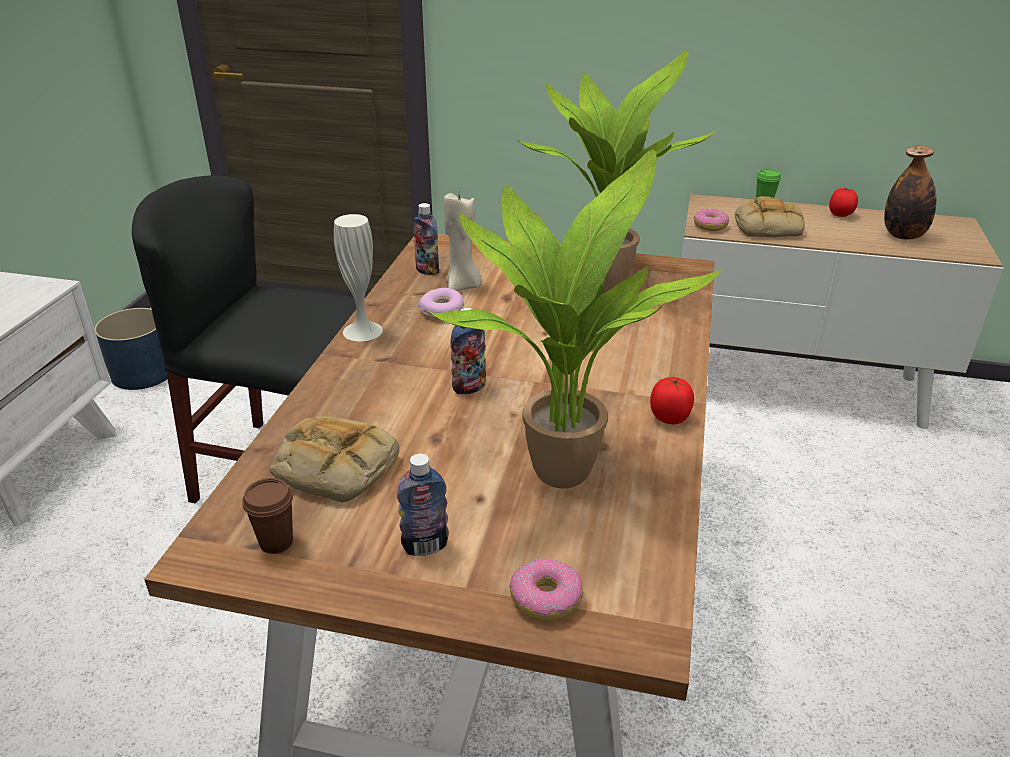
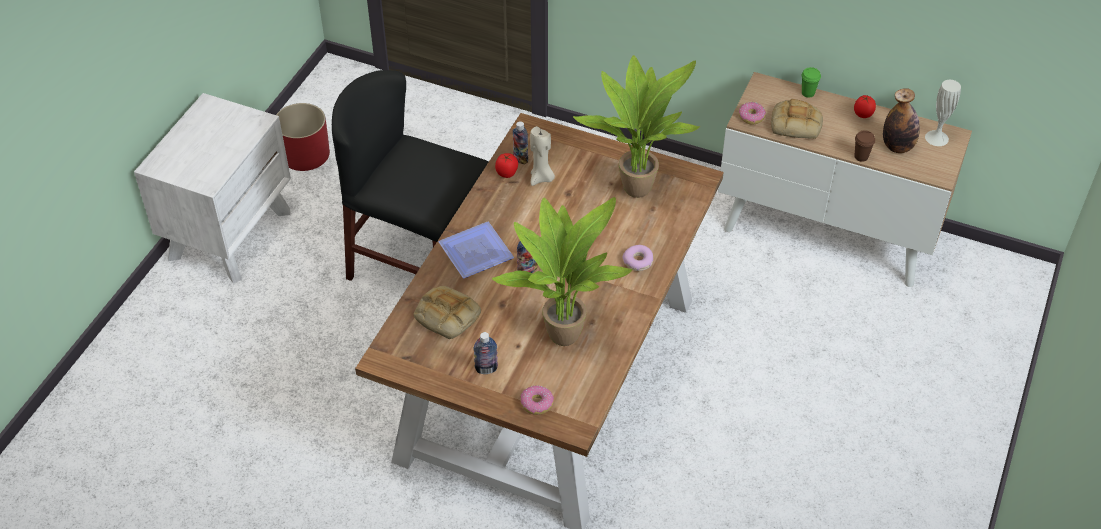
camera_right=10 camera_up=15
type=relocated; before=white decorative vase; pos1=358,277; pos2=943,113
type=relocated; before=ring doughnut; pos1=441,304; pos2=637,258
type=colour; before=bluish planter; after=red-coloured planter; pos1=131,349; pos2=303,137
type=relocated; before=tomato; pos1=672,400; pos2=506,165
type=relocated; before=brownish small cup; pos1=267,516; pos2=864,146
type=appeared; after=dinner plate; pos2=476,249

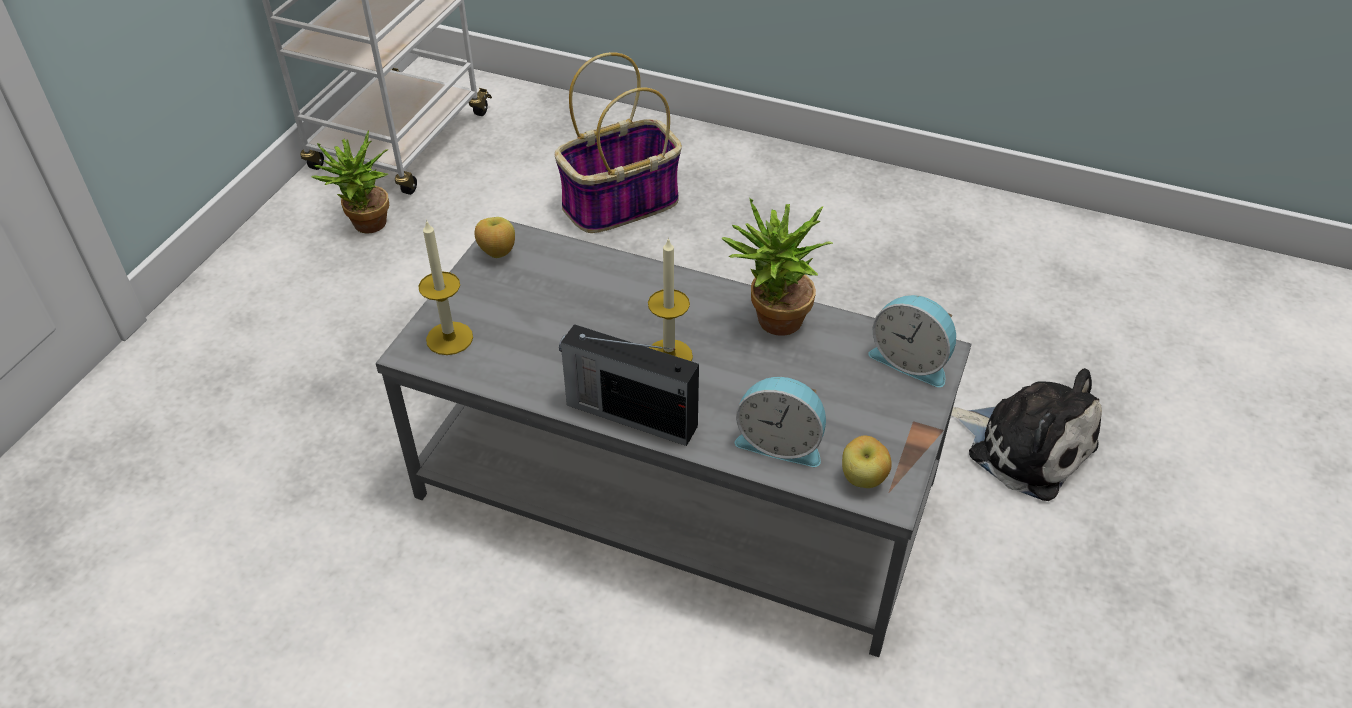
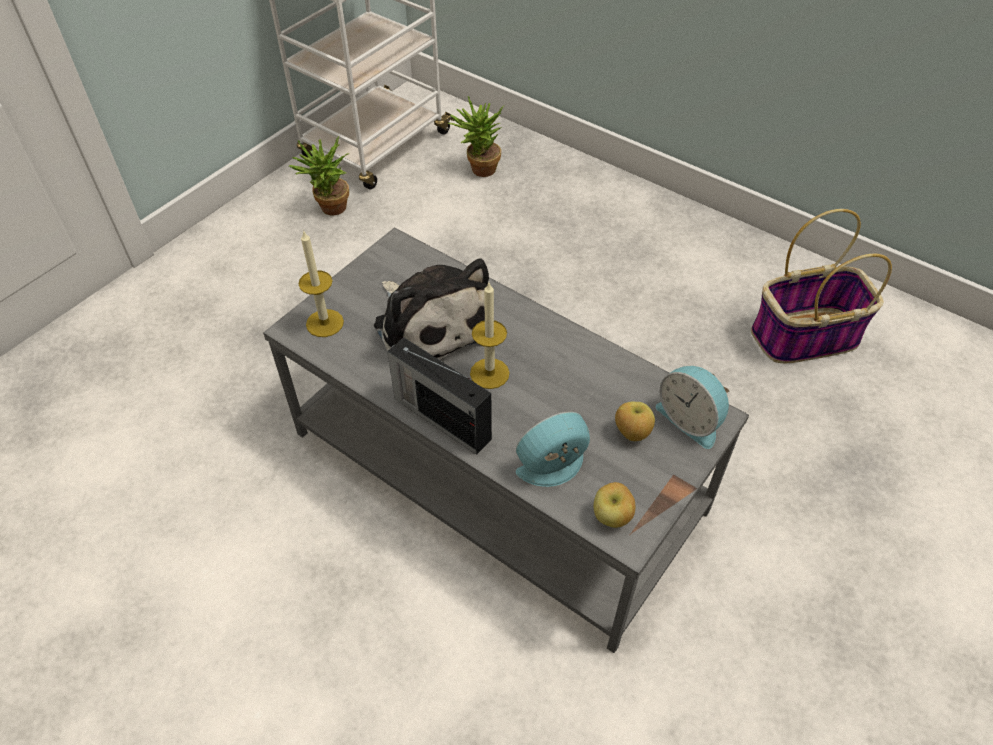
camera_right=15 camera_up=5
type=relocated; before=storage basket; pos1=618,142; pos2=821,286
type=relocated; before=plant in a pot; pos1=777,267; pos2=476,136
type=relocated; before=whole apple; pos1=495,237; pos2=635,421
type=relocated; before=cuddly toy; pos1=1026,434; pos2=431,309
type=spun; before=alarm clock; pos1=780,422; pos2=553,449; turn=120

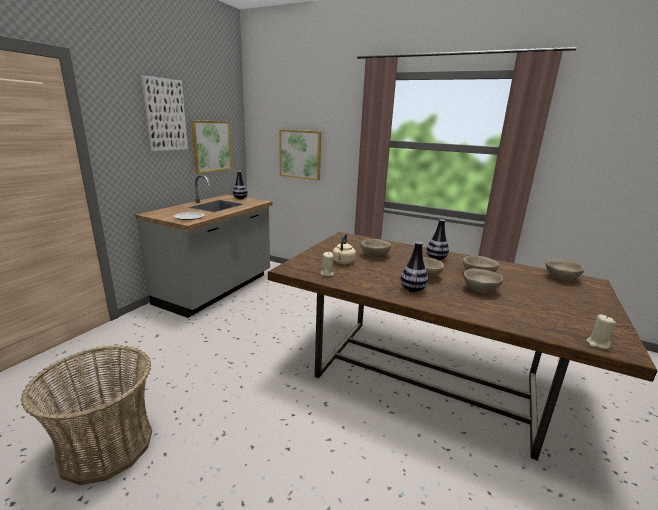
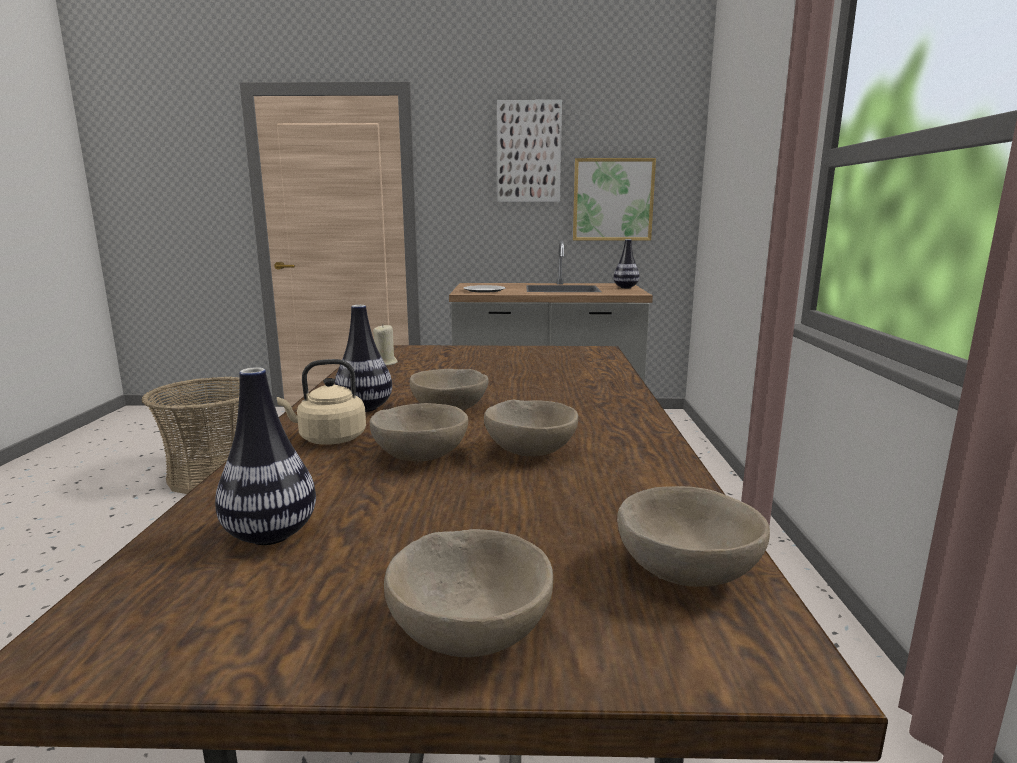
camera_right=65 camera_up=-5
type=missing; before=picture; pos1=300,154
type=relocated; before=decorative vase; pos1=437,239; pos2=265,456
type=relocated; before=beige-coloured tea kettle; pos1=344,249; pos2=321,402
type=relocated; before=beige-coloured serving bowl; pos1=376,248; pos2=468,593
type=missing; before=beige-coloured wax light; pos1=601,331

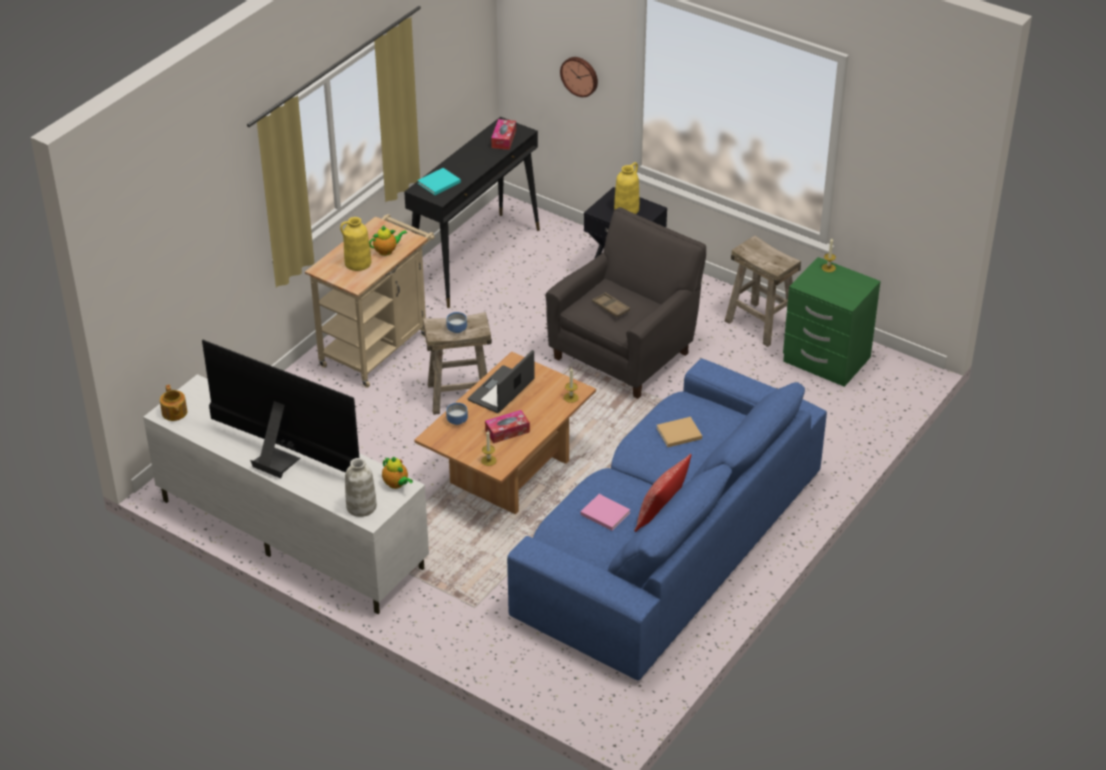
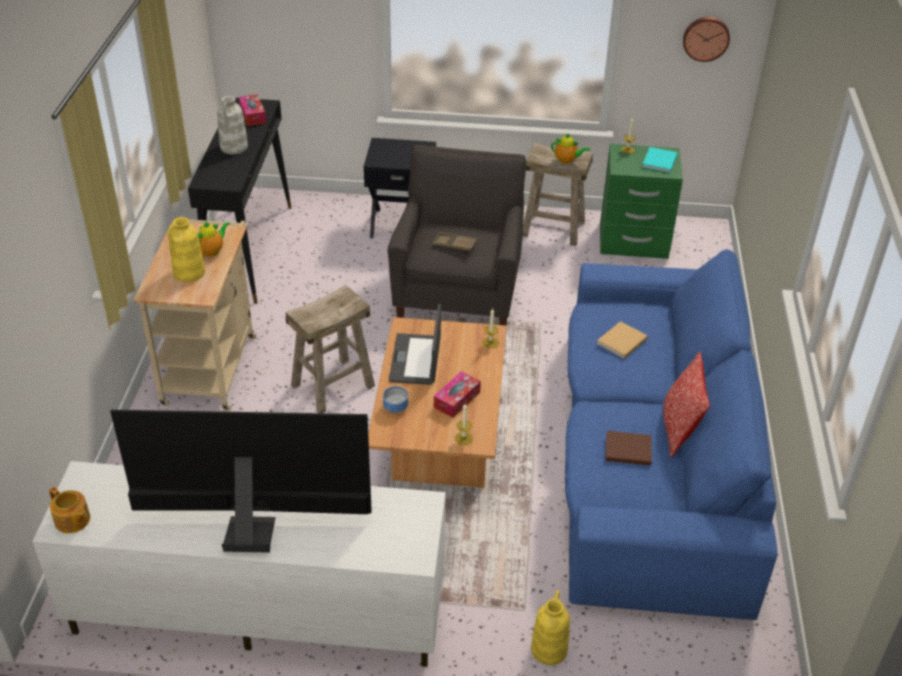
camera_right=-30 camera_up=0
type=relocated; before=clock on the wall; pos1=579,77; pos2=706,39
type=relocated; before=yellowish decorative vase; pos1=626,188; pos2=550,627
type=relocated; before=turquoise book; pos1=439,181; pos2=659,160
type=missing; before=serving bowl; pos1=456,322
type=relocated; before=pot for tea; pos1=397,473; pos2=570,148
type=relocated; before=white decorative vase; pos1=361,487; pos2=232,125
type=colour; before=pink book; after=brownish book; pos1=606,512; pos2=628,448

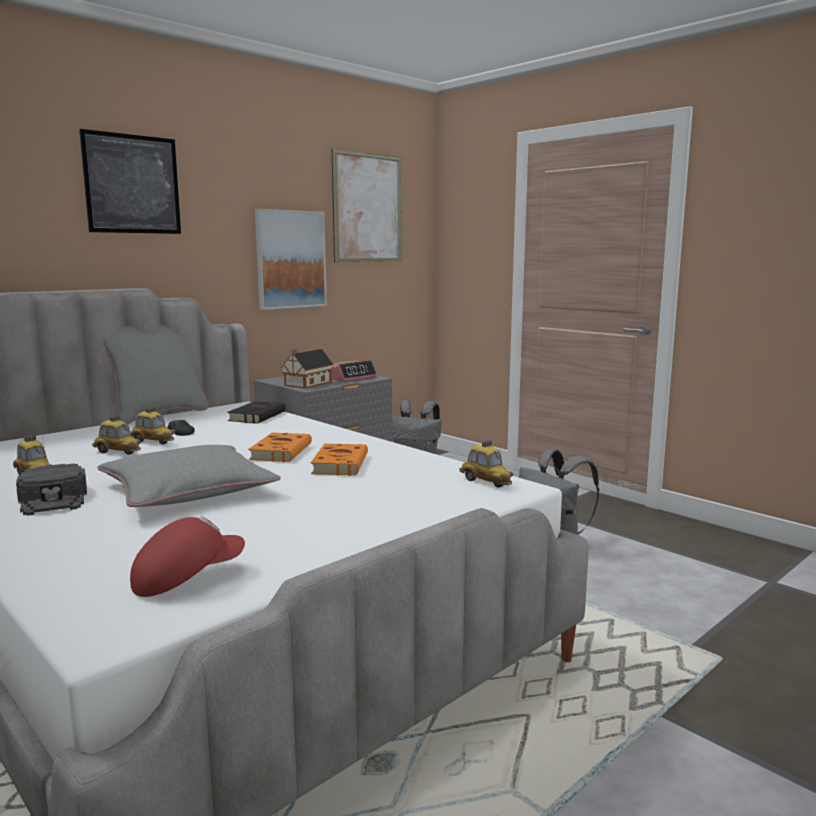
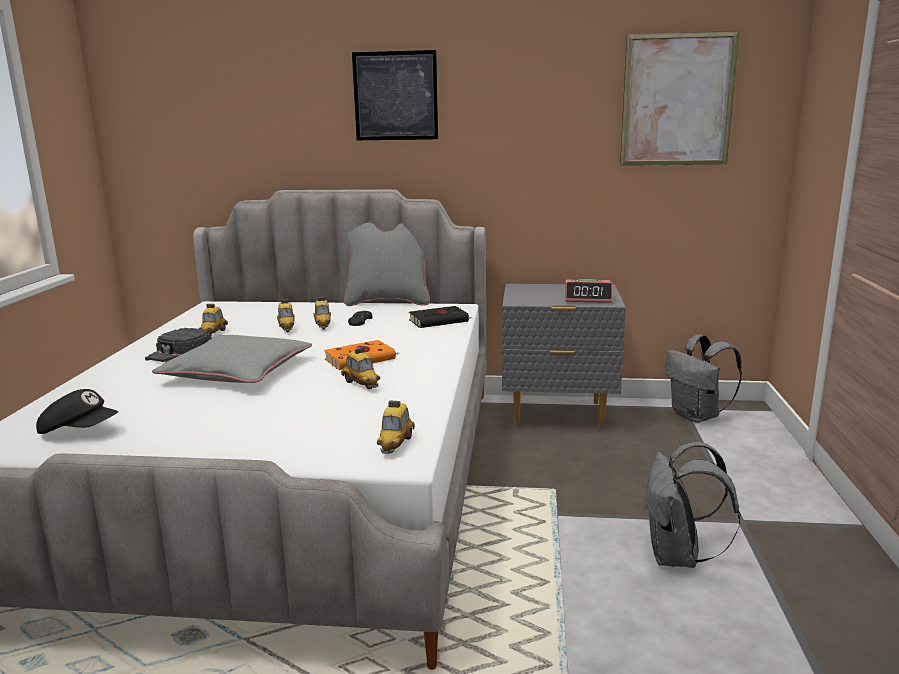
camera_right=50 camera_up=5
type=missing; before=picture; pos1=291,259
type=missing; before=miniature house; pos1=307,369
type=exchanged; before=orange-coloured book; after=toy car; pos1=339,460; pos2=360,368
type=colour; before=red-coloured peaked cap; after=blackish peaked cap; pos1=187,556; pos2=77,411

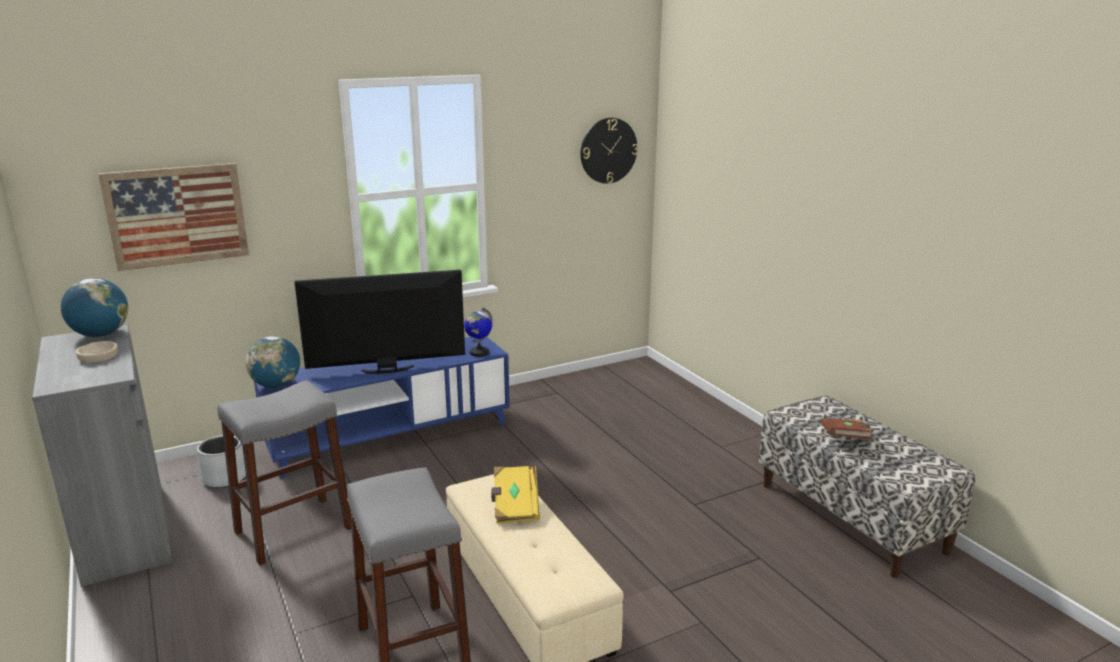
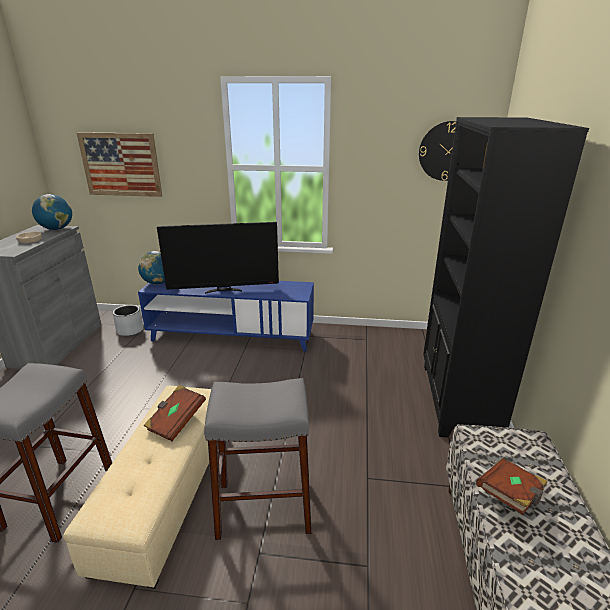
camera_right=35 camera_up=5
type=spun; before=TV set; pos1=379,322; pos2=218,258; turn=150
type=missing; before=desk globe; pos1=478,332
type=relocated; before=gray stool seat; pos1=285,472; pos2=258,459
type=colour; before=yellowish book; after=brownish book; pos1=515,494; pos2=175,413
type=appeared; after=blackish bookshelf; pos2=506,277

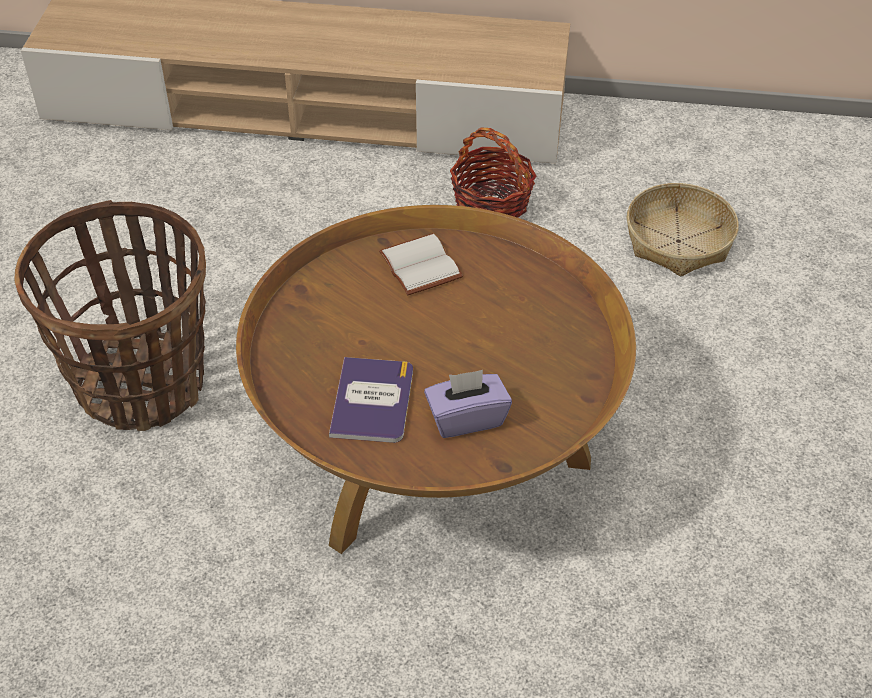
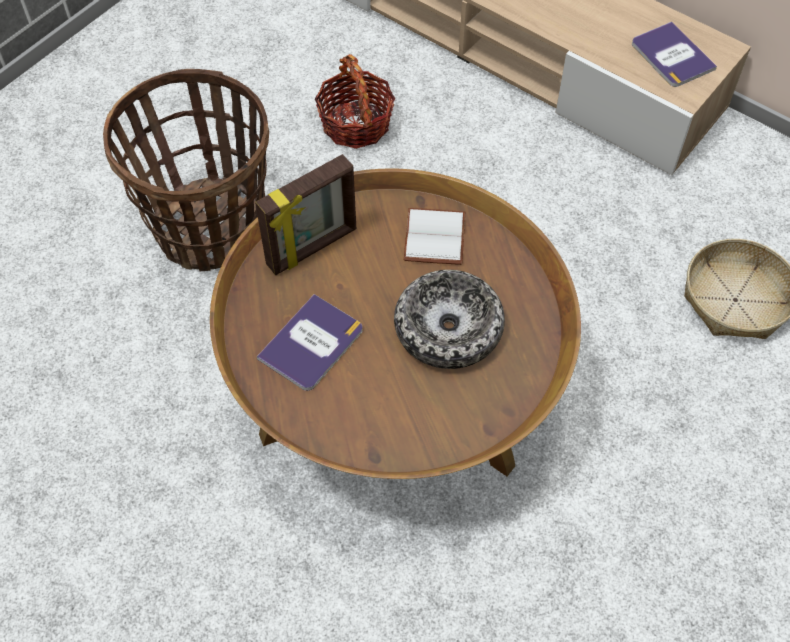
camera_right=30 camera_up=10
type=relocated; before=storage basket; pos1=493,172; pos2=355,101
type=missing; before=purple-coloured tissue box; pos1=468,404
type=appeared; after=book; pos2=674,54
type=appeared; after=photo frame; pos2=305,214
type=appeared; after=serving bowl; pos2=449,319

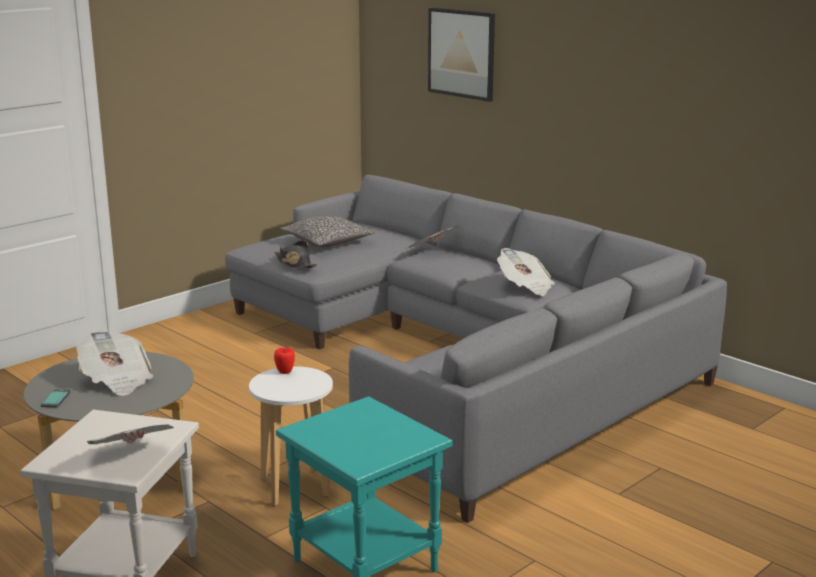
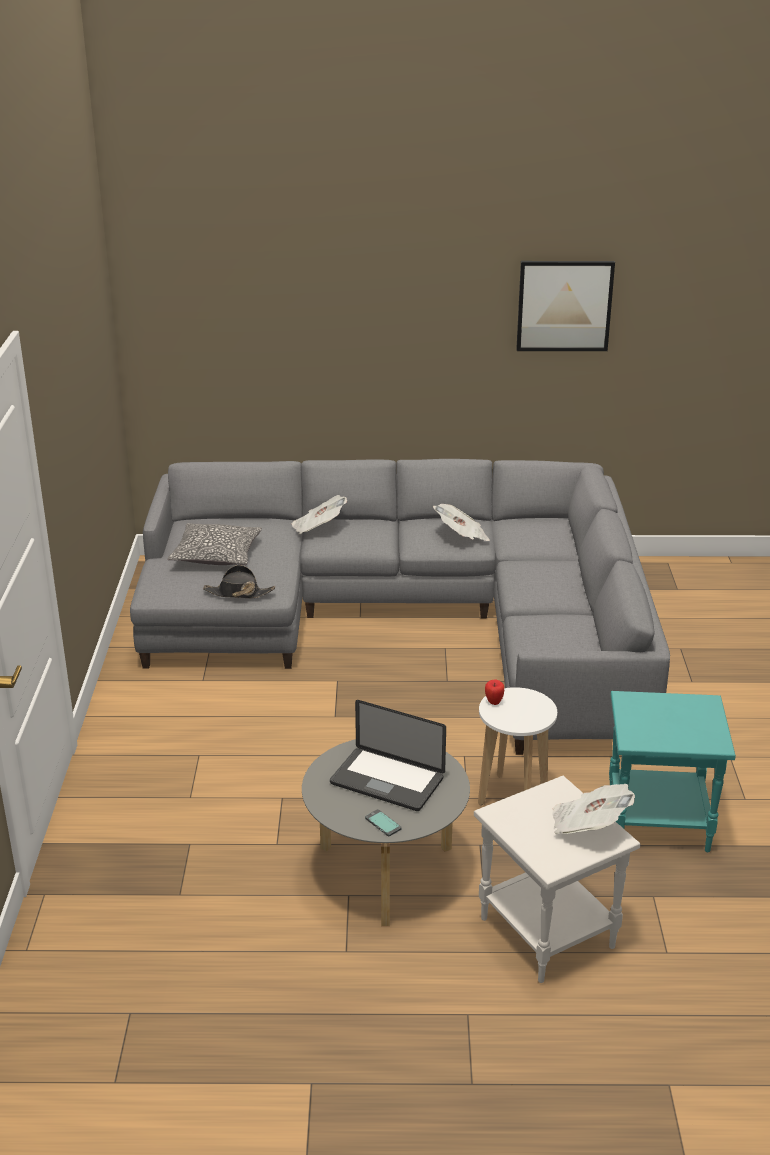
camera_right=-45 camera_up=10
type=relocated; before=picture; pos1=461,55; pos2=565,306
type=exchanged; before=daily paper; after=laptop; pos1=115,363; pos2=388,755

